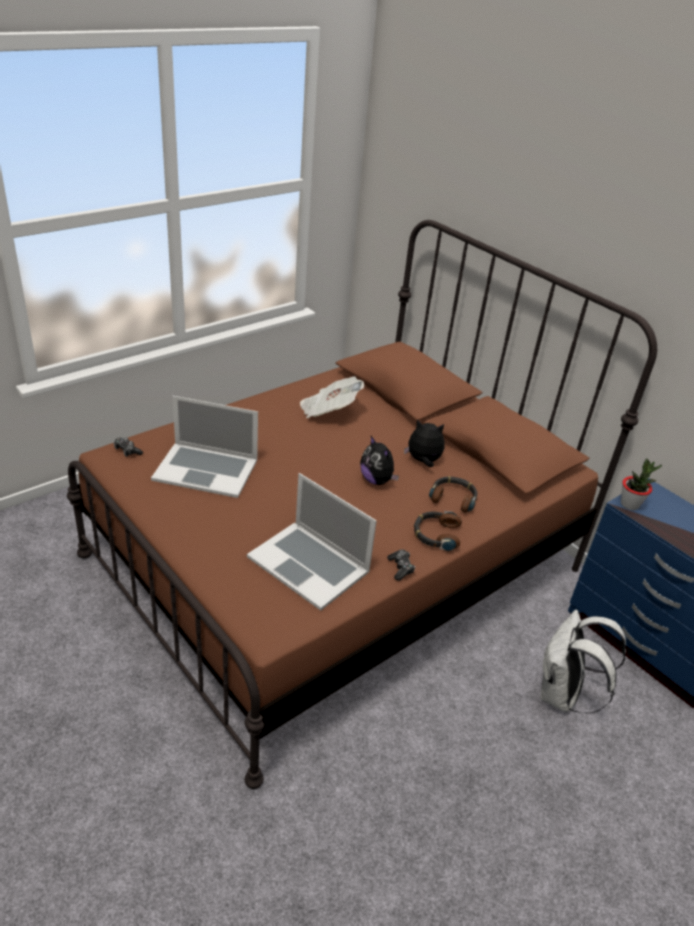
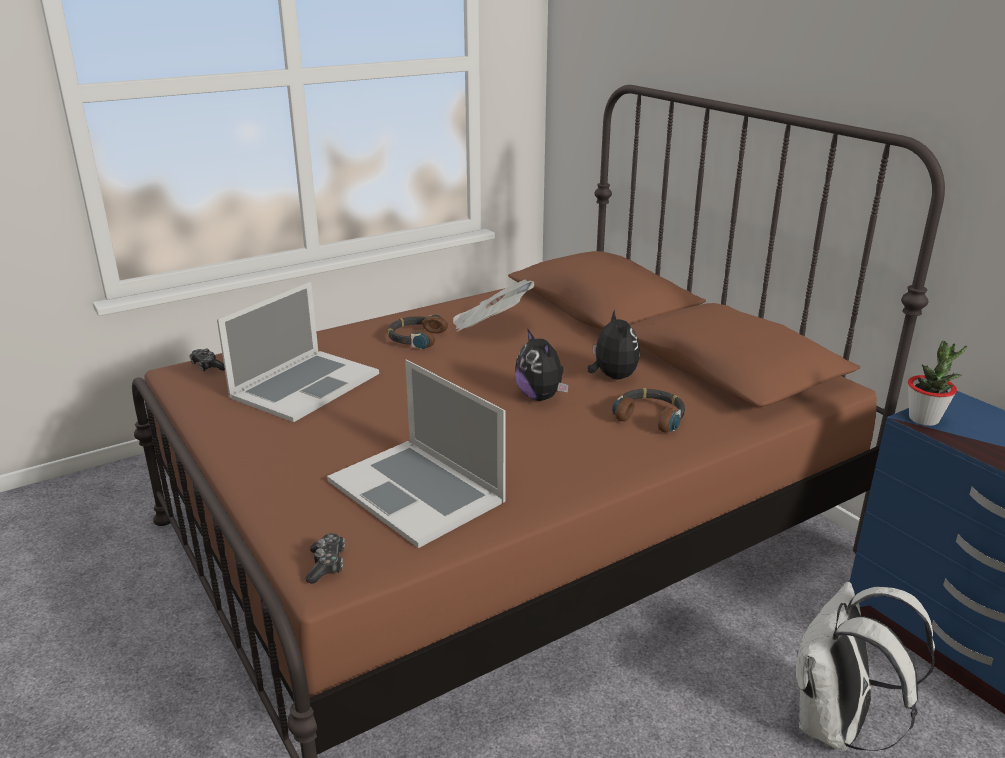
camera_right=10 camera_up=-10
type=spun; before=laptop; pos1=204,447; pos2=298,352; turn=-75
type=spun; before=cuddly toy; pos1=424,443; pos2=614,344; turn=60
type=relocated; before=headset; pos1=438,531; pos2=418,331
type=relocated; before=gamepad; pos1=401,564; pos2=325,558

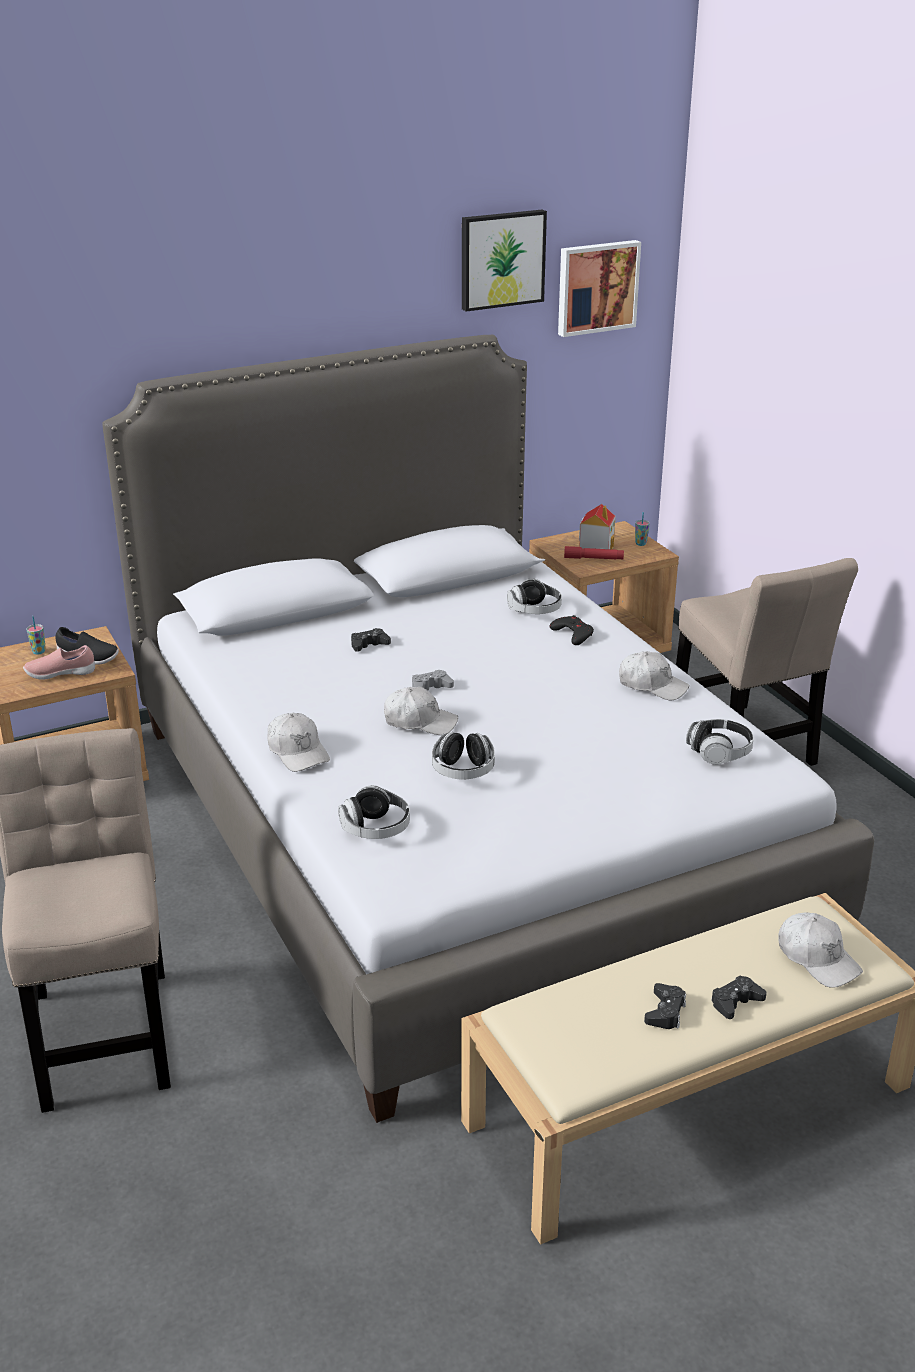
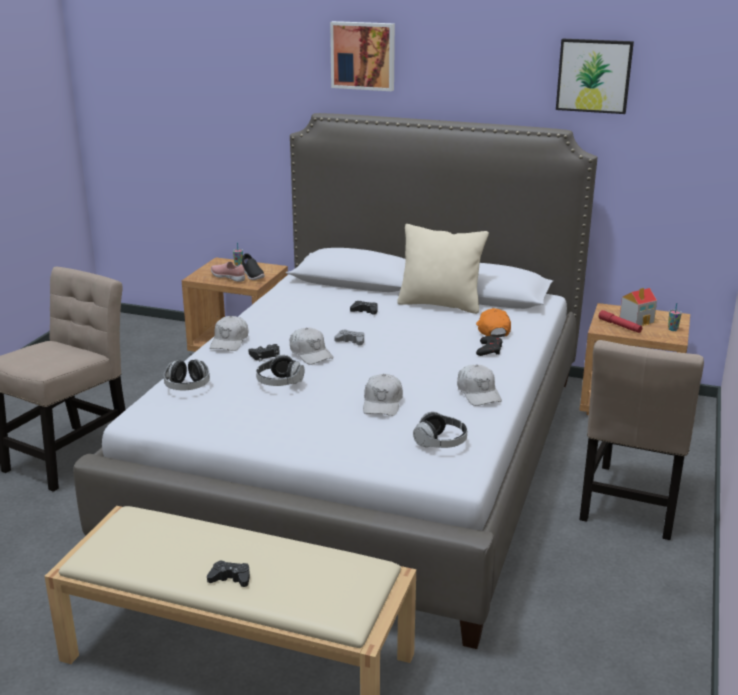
camera_right=45 camera_up=-5
type=relocated; before=picture; pos1=599,288; pos2=362,56
type=exchanged; before=headset; after=orange-coloured peaked cap; pos1=534,596; pos2=493,322
type=relocated; before=white peaked cap; pos1=820,950; pos2=383,395
type=relocated; before=blackish gamepad; pos1=665,1006; pos2=264,352
type=appeared; after=beige-coloured throw pillow; pos2=443,269

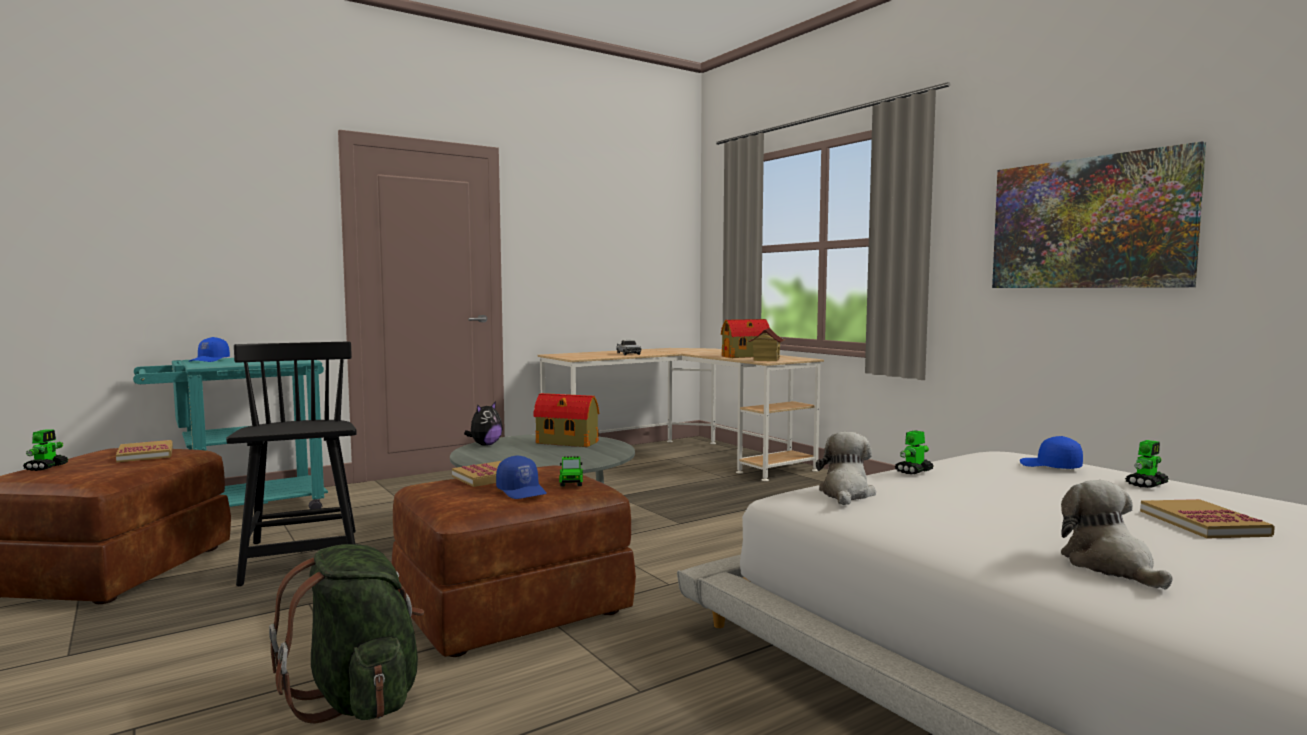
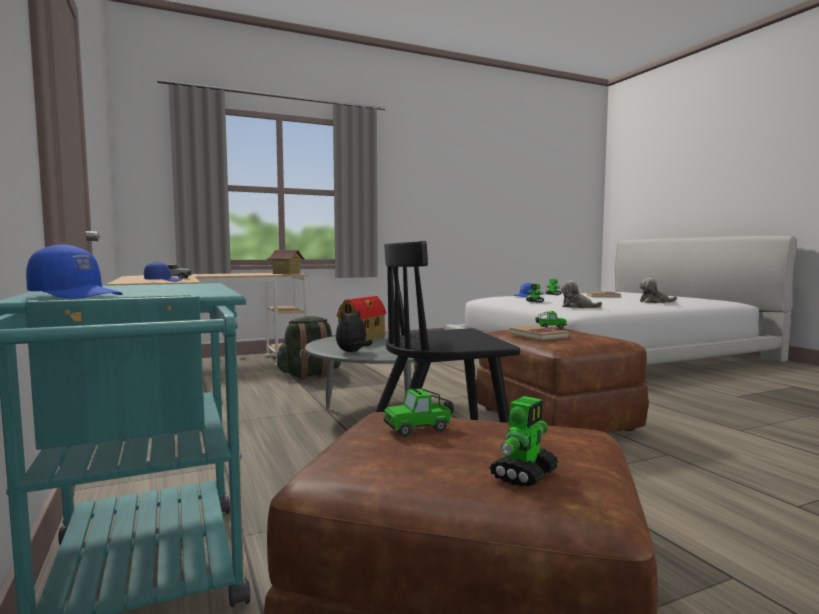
camera_right=-80 camera_up=0
type=missing; before=picture; pos1=1099,214
type=missing; before=miniature house; pos1=745,338
type=spun; before=cuddly toy; pos1=483,424; pos2=354,331; turn=-90
type=spun; before=model robot; pos1=45,450; pos2=524,441; turn=120
type=exchanged; before=book; after=toy car; pos1=144,451; pos2=418,412
type=relocated; before=bluish peaked cap; pos1=521,477; pos2=163,271
type=relocated; before=greenish backpack; pos1=347,633; pos2=308,348

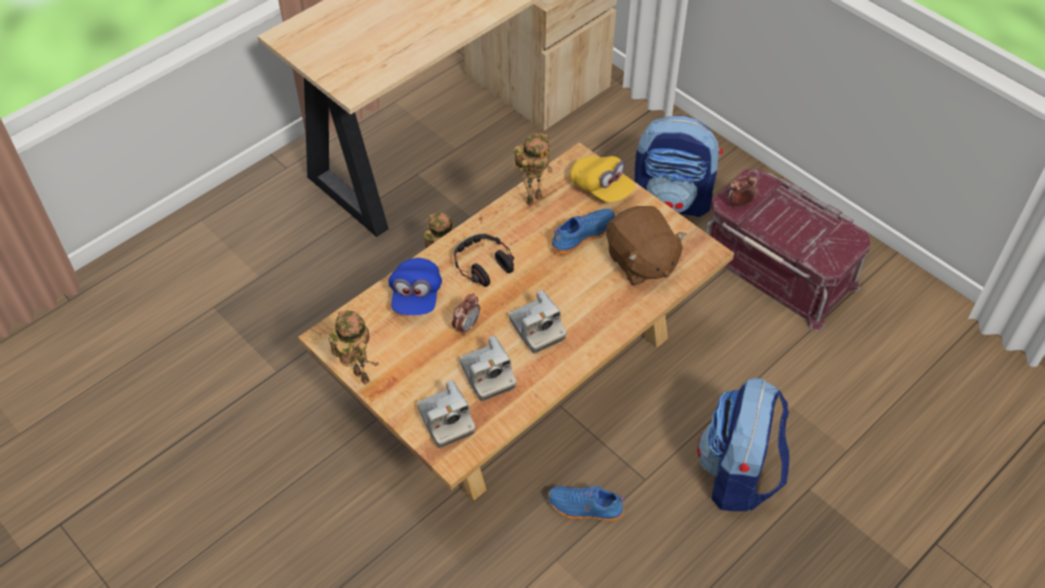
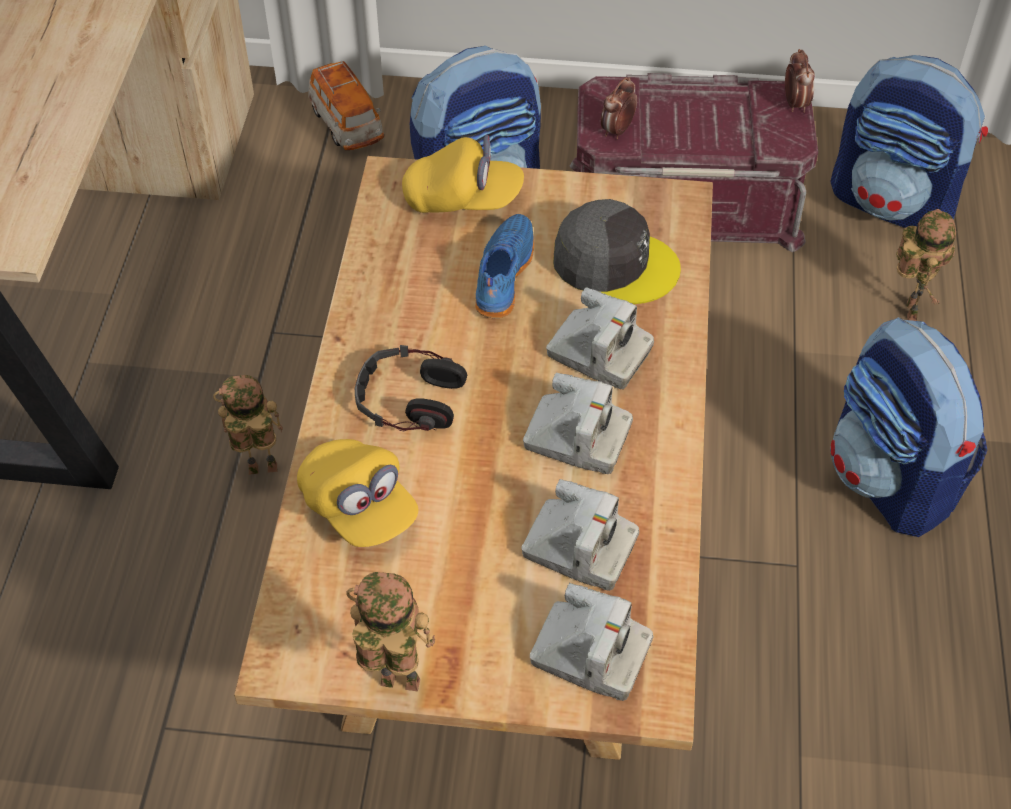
camera_right=-40 camera_up=0
type=relocated; before=model robot; pos1=533,169; pos2=926,265
type=exchanged; before=brownish cuddly toy; after=gray peaked cap; pos1=646,245; pos2=617,251
type=colour; before=bluish peaked cap; after=yellowish peaked cap; pos1=415,286; pos2=358,493
type=relocated; before=alarm clock; pos1=466,314; pos2=800,81
type=missing; before=bluish item of footwear; pos1=586,503
type=appeared; after=backpack; pos2=909,141
type=appeared; after=toy car; pos2=346,105
type=appeared; after=still camera; pos2=600,338

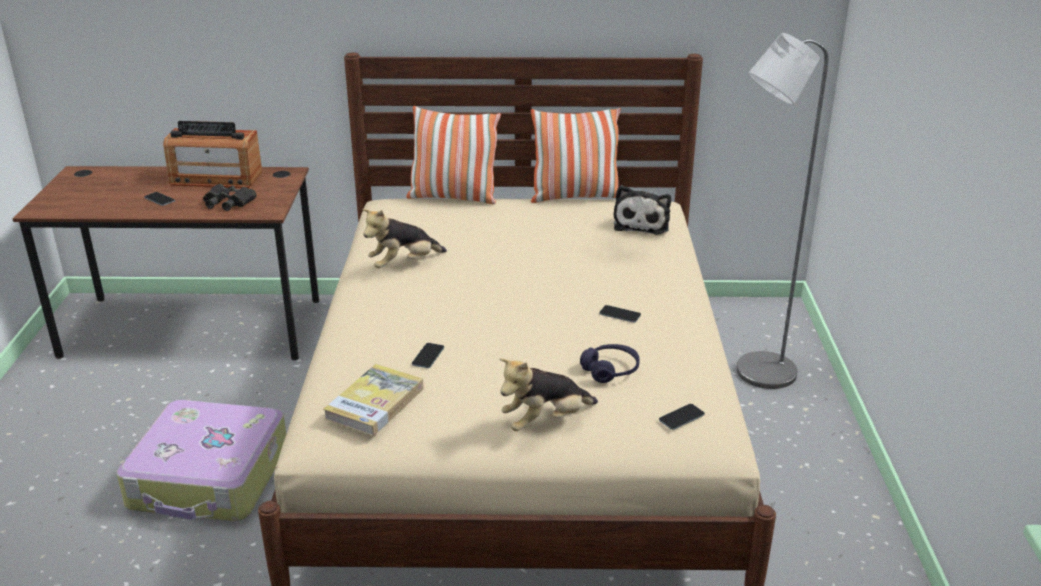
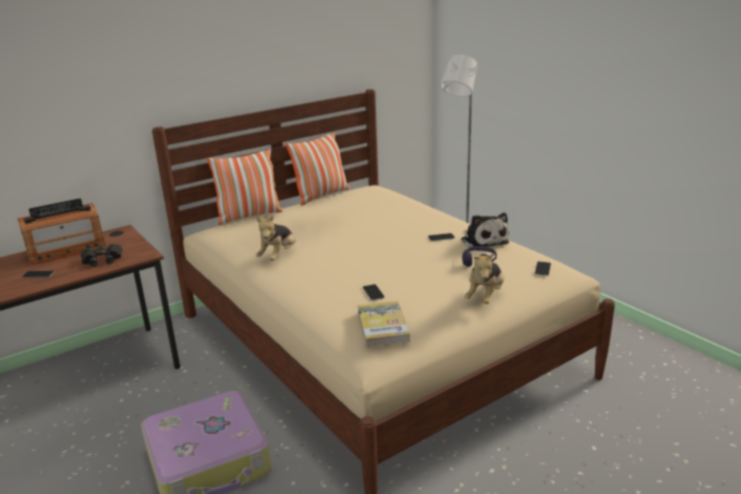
camera_right=-35 camera_up=-5
type=relocated; before=cuddly toy; pos1=642,210; pos2=485,232

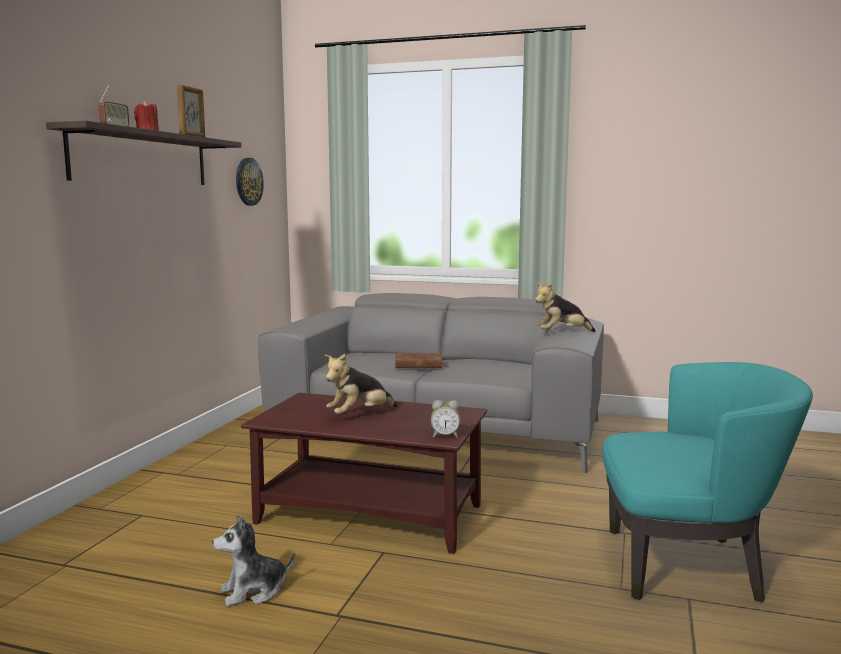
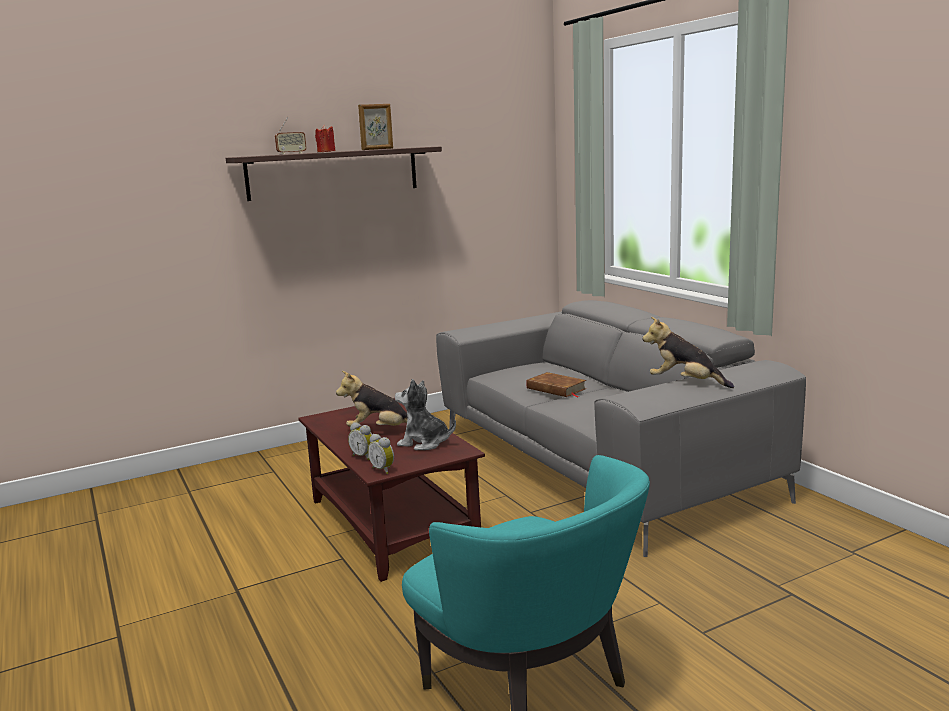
camera_right=45 camera_up=5
type=missing; before=clock on the wall; pos1=250,182
type=relocated; before=cuddly toy; pos1=253,561; pos2=425,414
type=appeared; after=alarm clock; pos2=360,441

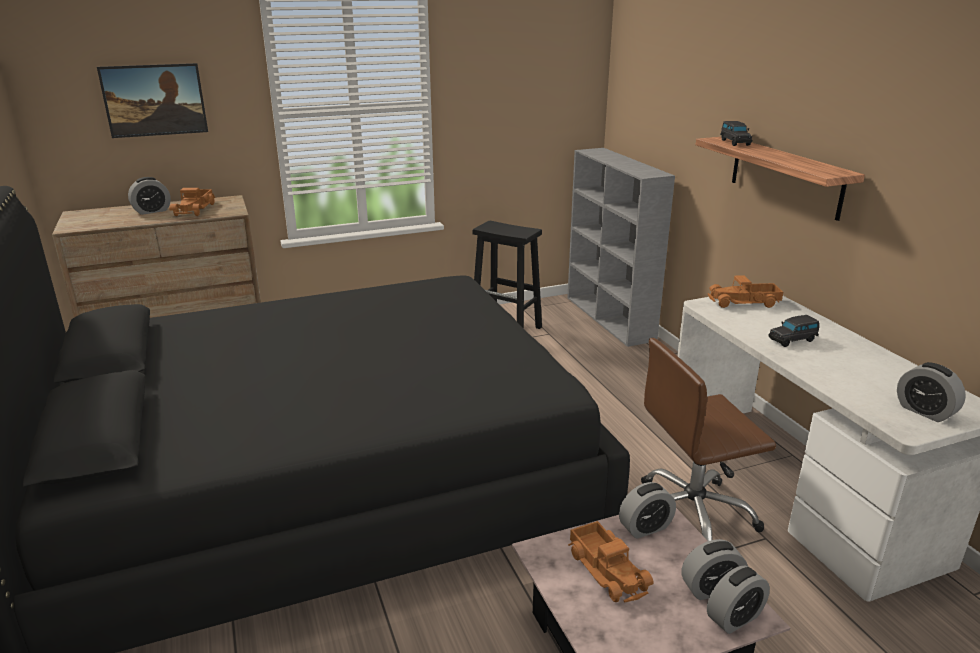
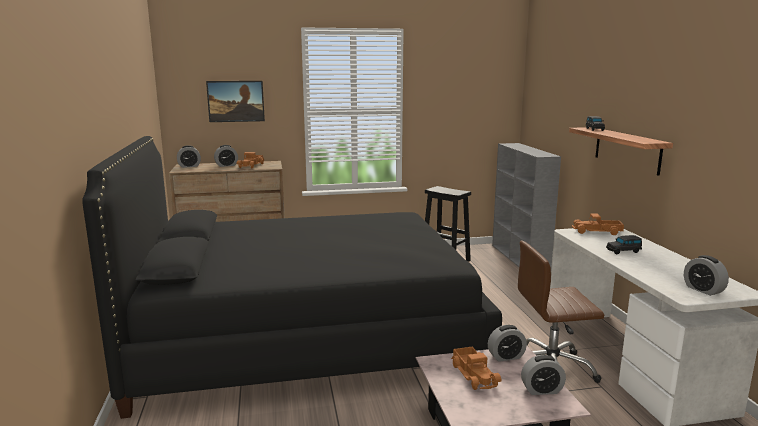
camera_right=10 camera_up=-10
type=relocated; before=alarm clock; pos1=738,600; pos2=189,156

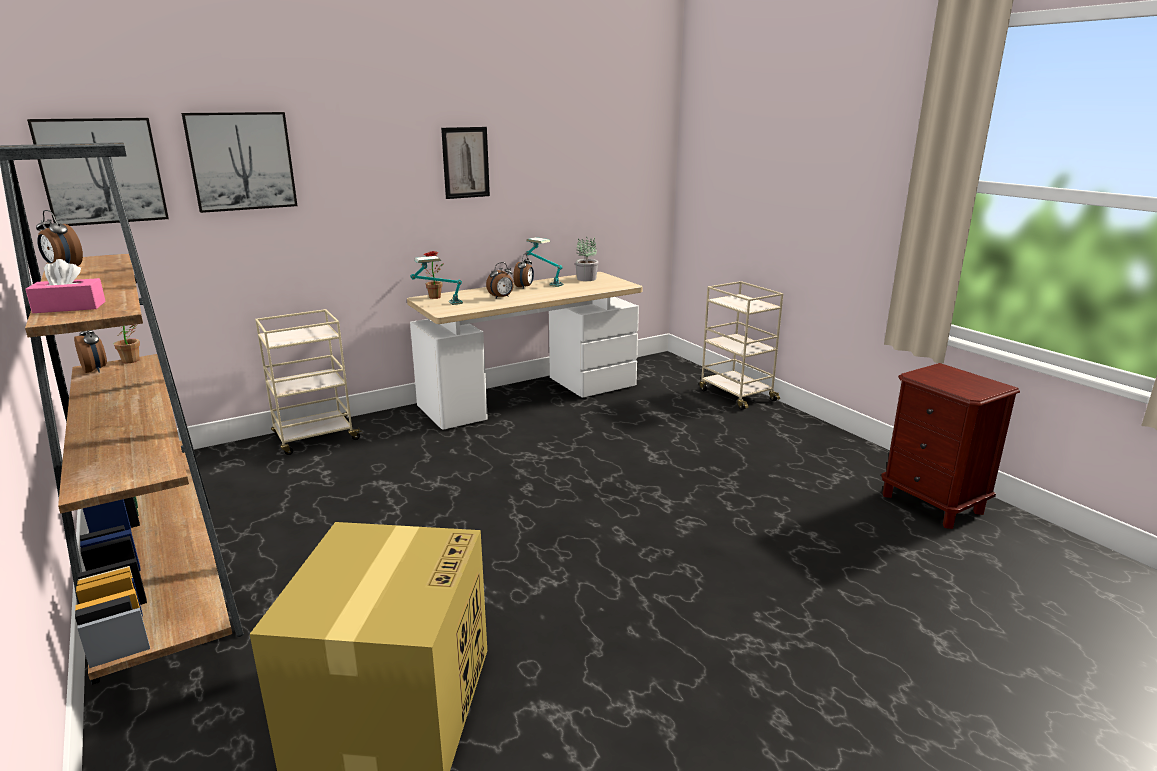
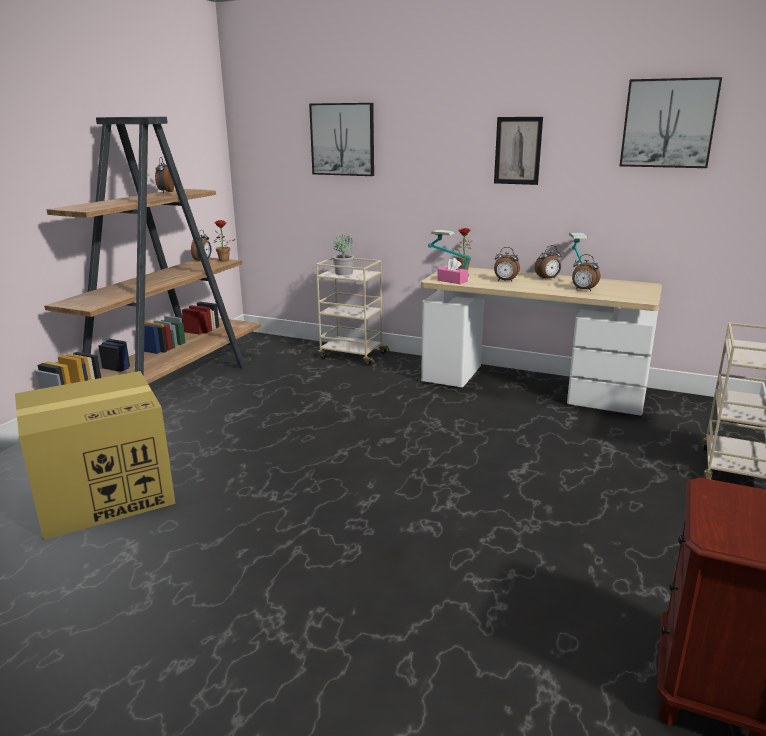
camera_right=55 camera_up=0
type=relocated; before=picture; pos1=98,172; pos2=671,122
type=relocated; before=plant in a pot; pos1=586,259; pos2=343,255
type=relocated; before=pink tissue box; pos1=65,286; pos2=452,271
type=appeared; after=alarm clock; pos2=586,272

